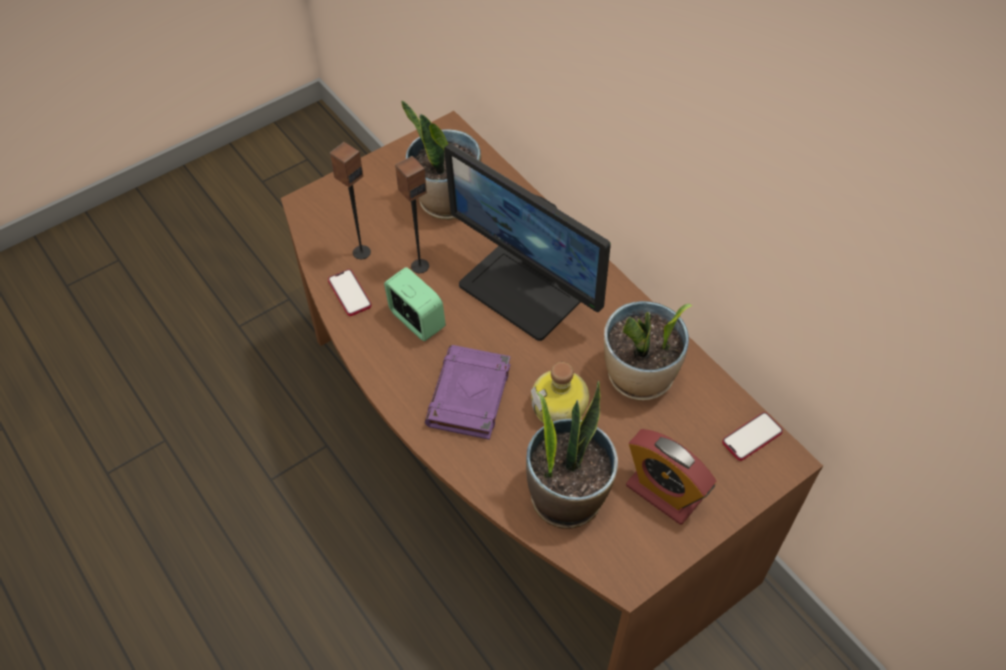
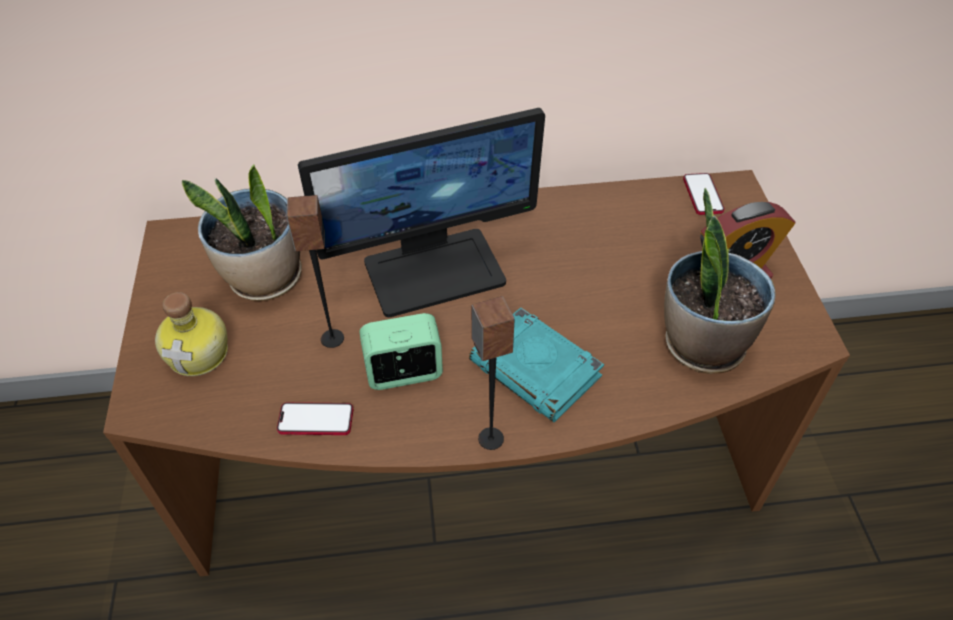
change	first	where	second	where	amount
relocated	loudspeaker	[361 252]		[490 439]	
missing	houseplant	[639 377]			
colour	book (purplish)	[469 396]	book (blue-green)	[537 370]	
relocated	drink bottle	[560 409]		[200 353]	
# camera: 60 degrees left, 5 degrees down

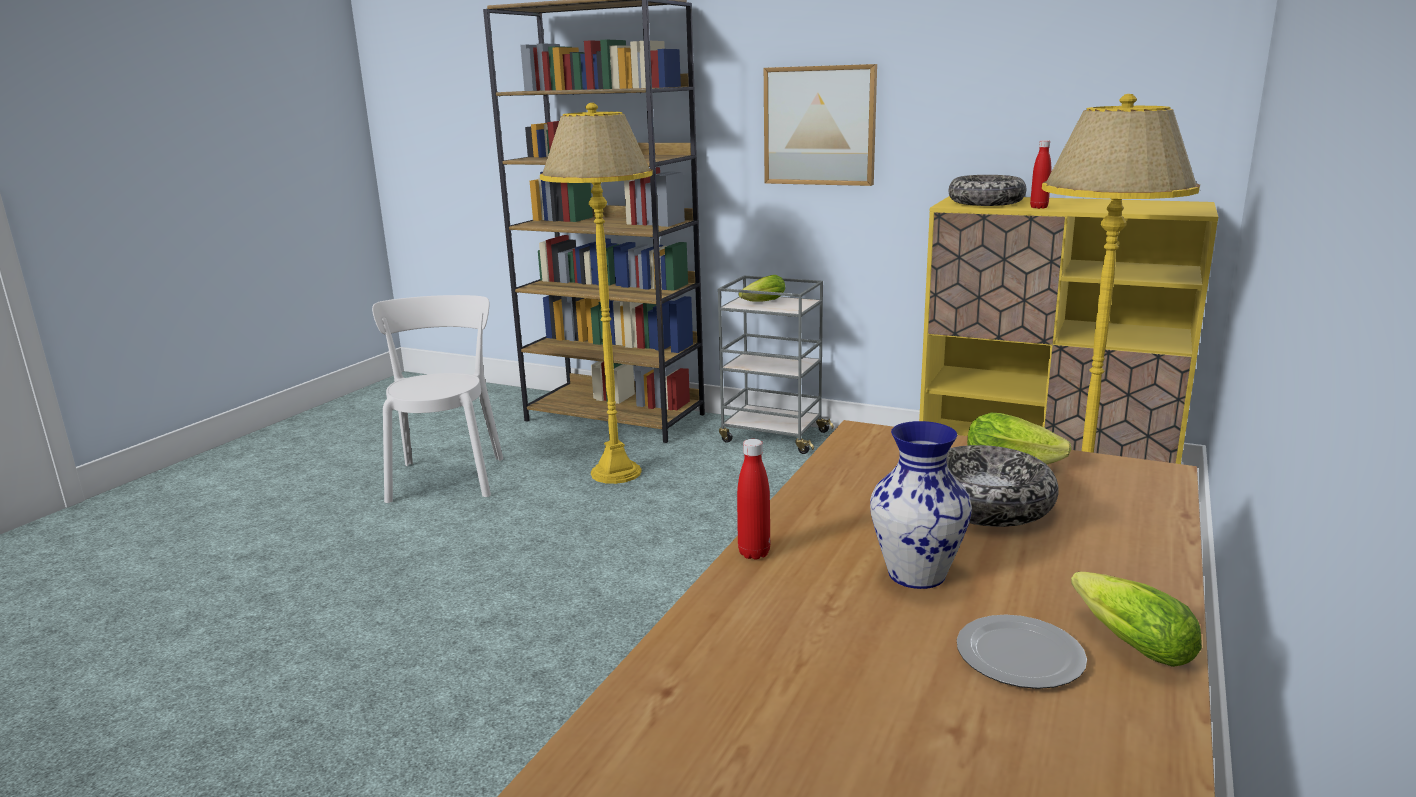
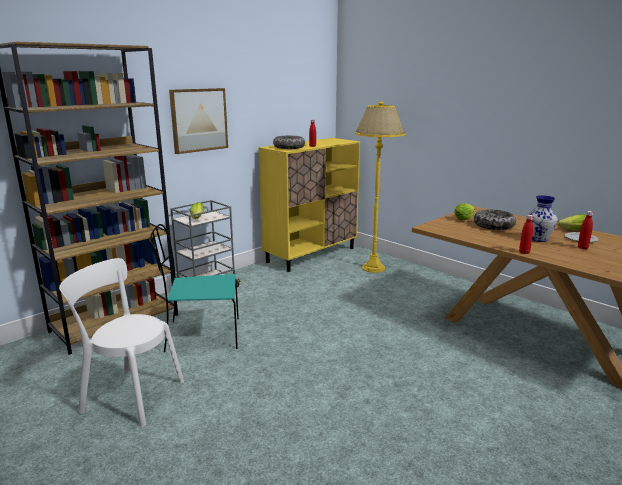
change	first	where	second	where	amount
exchanged	standing lamp (yellow-coloured)	[616 473]	upright chair (blue-green)	[201 335]	
appeared			drink bottle (red)	[582 248]	
# camera: 70 degrees left, 0 degrees up

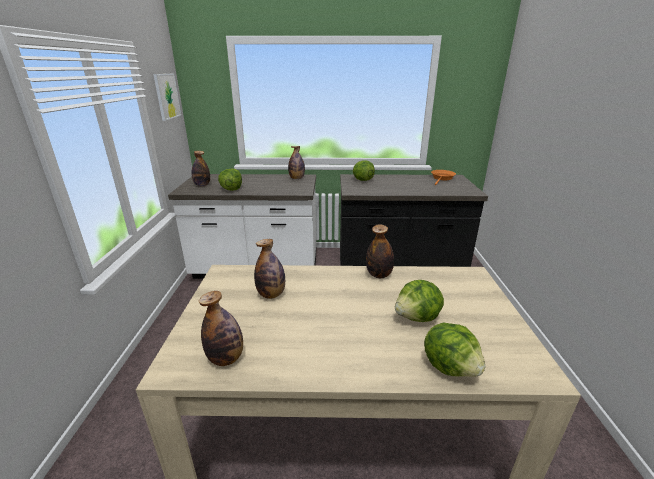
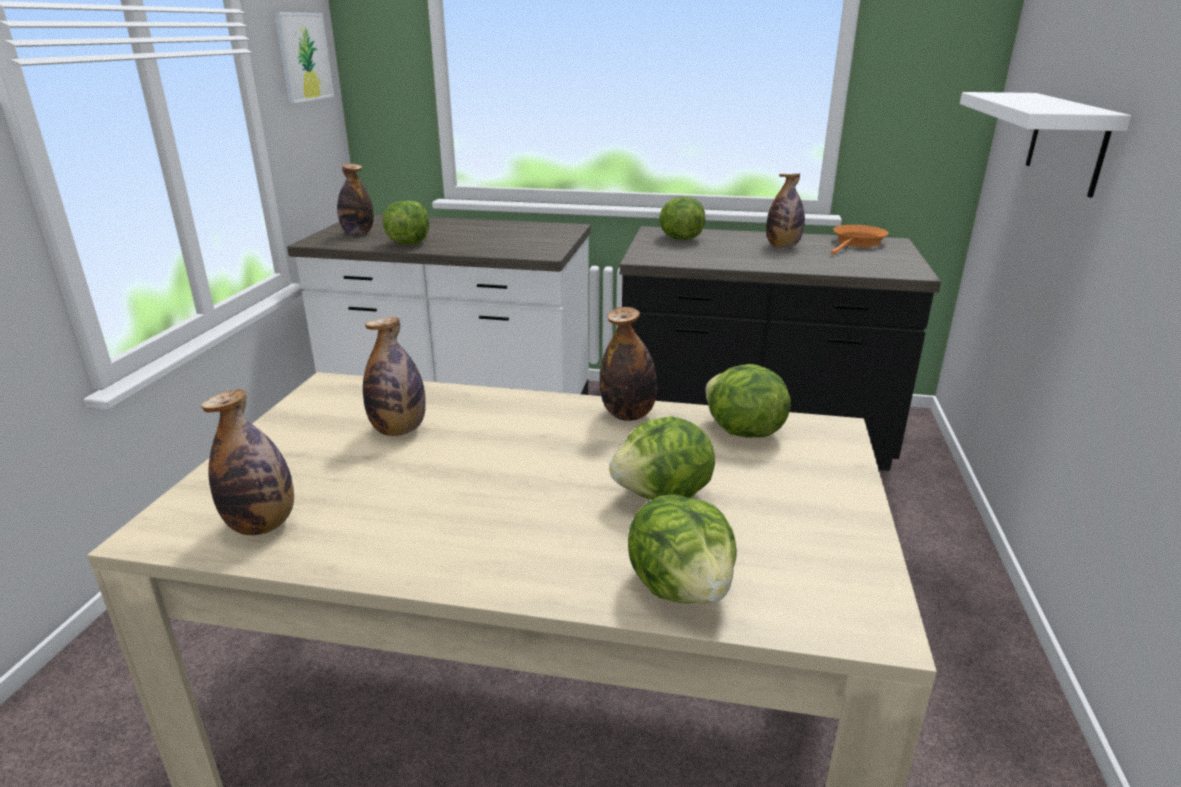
change	first	where	second	where	amount
relocated	drink bottle	[296 178]		[782 246]	
appeared			shelf (white)	[1066 141]	
appeared			lettuce head	[742 432]	
# camera: 10 degrees right, 0 degrees up

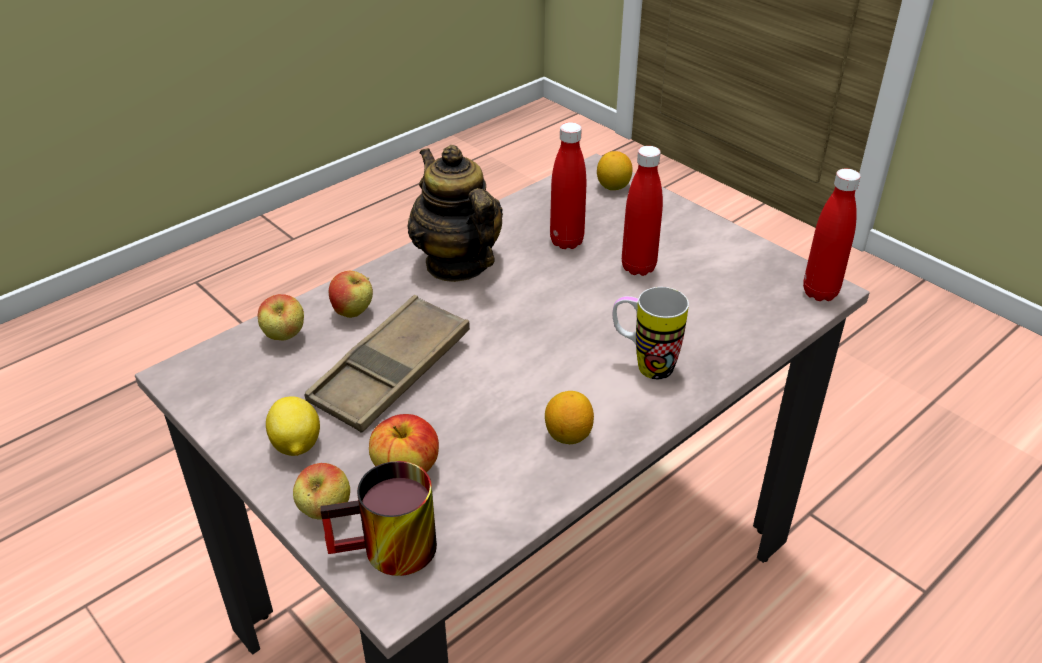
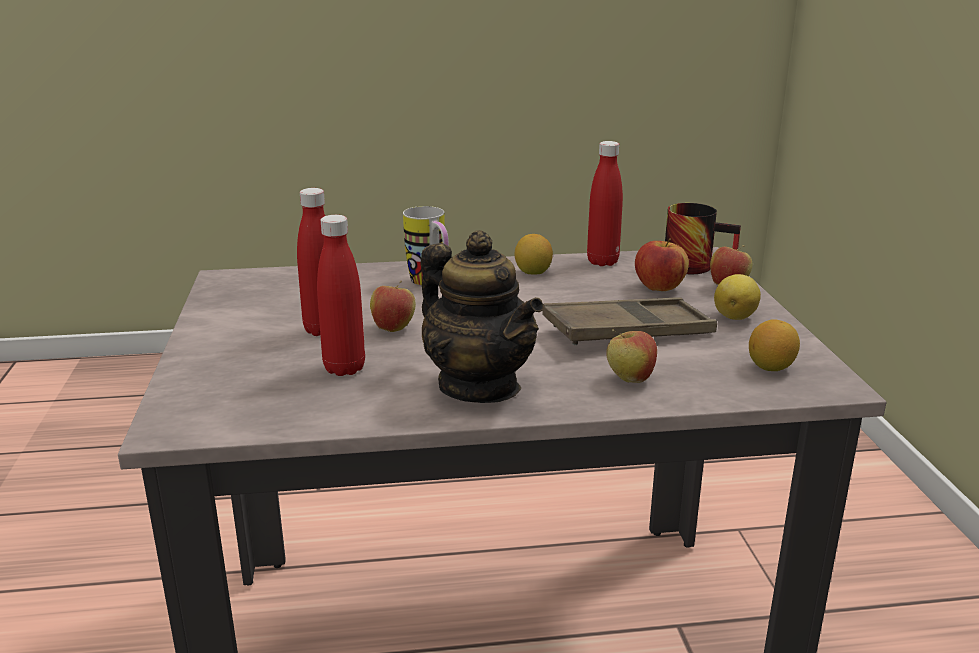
change	first	where	second	where	amount
spun	teapot	[457 263]		[479 386]	45 degrees counterclockwise
relocated	citrus fruit	[613 187]		[770 367]	
relocated	drink bottle (red)	[820 292]		[602 262]	
relocated	apple fruit	[285 337]		[393 328]	
# camera: 145 degrees left, 15 degrees down

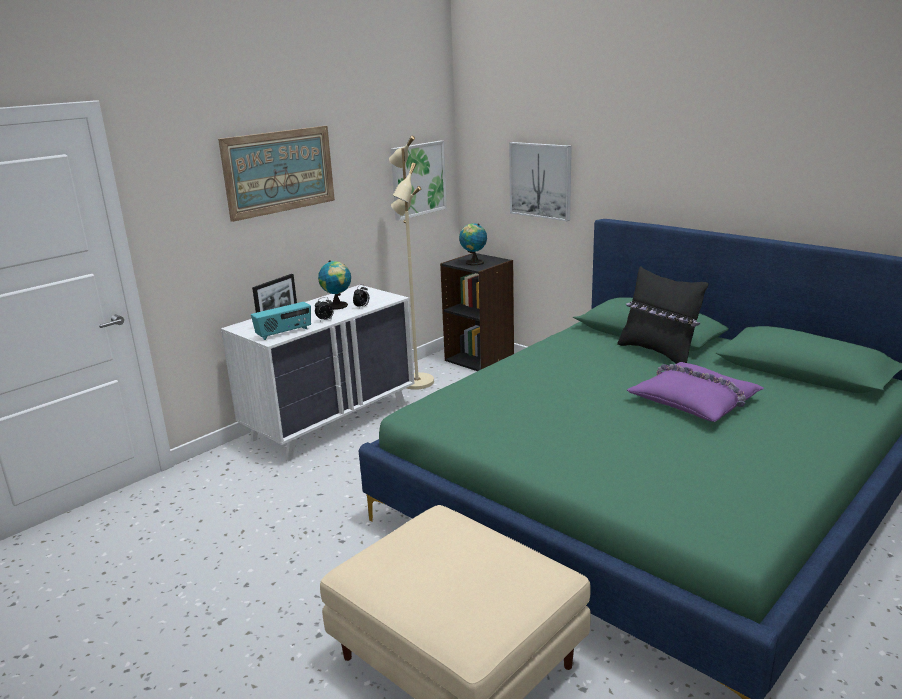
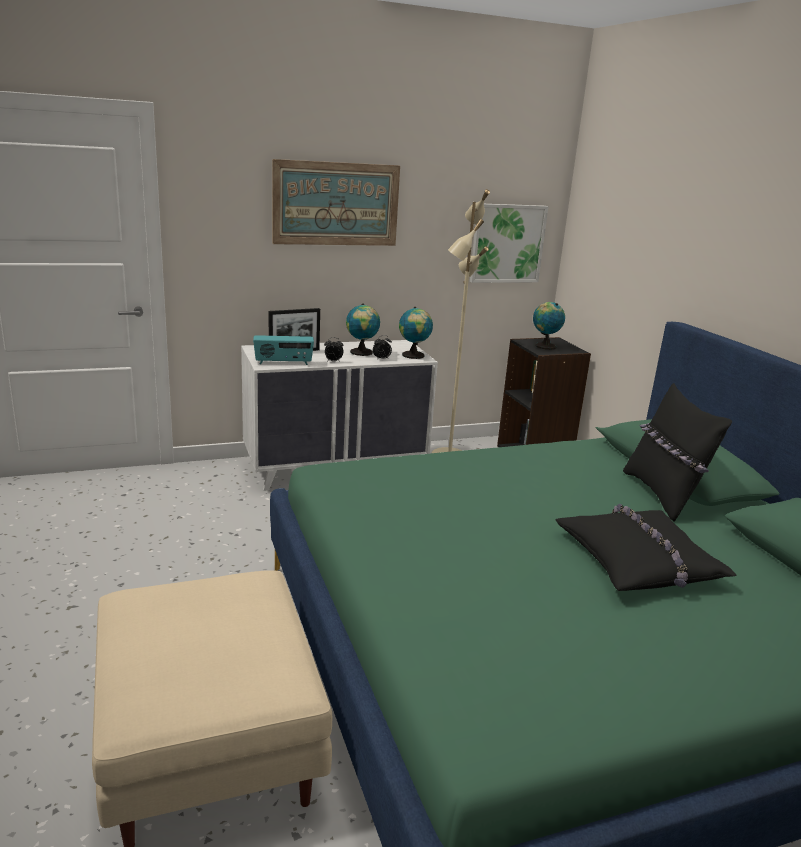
change	first	where	second	where	amount
missing	wall picture	[540 180]			
colour	throw pillow (purplish)	[695 401]	throw pillow (blackish)	[639 562]	
appeared			desk globe	[414 356]	
# camera: 25 degrees right, 0 degrees up

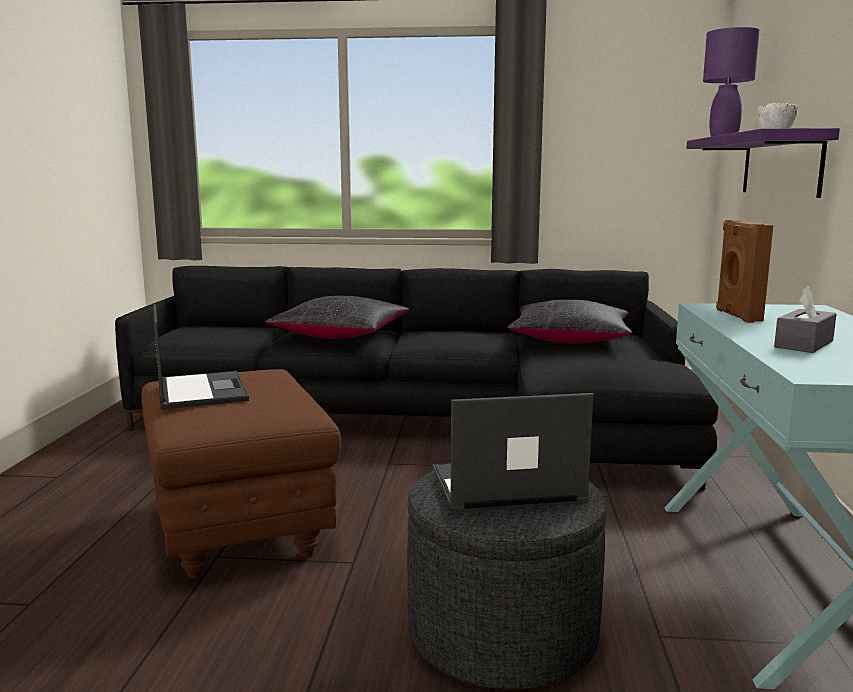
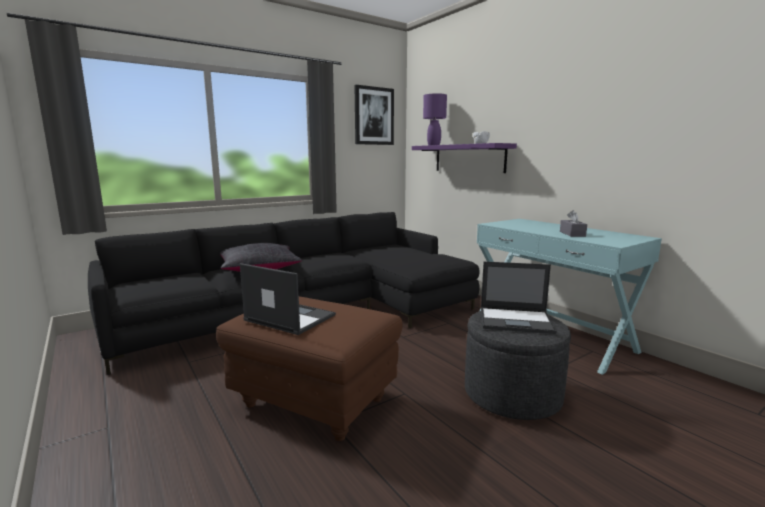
change	first	where	second	where	amount
missing	loudspeaker (brown-coloured)	[737 316]			
missing	throw pillow (blackish)	[570 339]			
spun	laptop	[504 486]		[516 320]	120 degrees counterclockwise
appeared			wall picture	[374 116]	
# camera: 40 degrees left, 0 degrees up

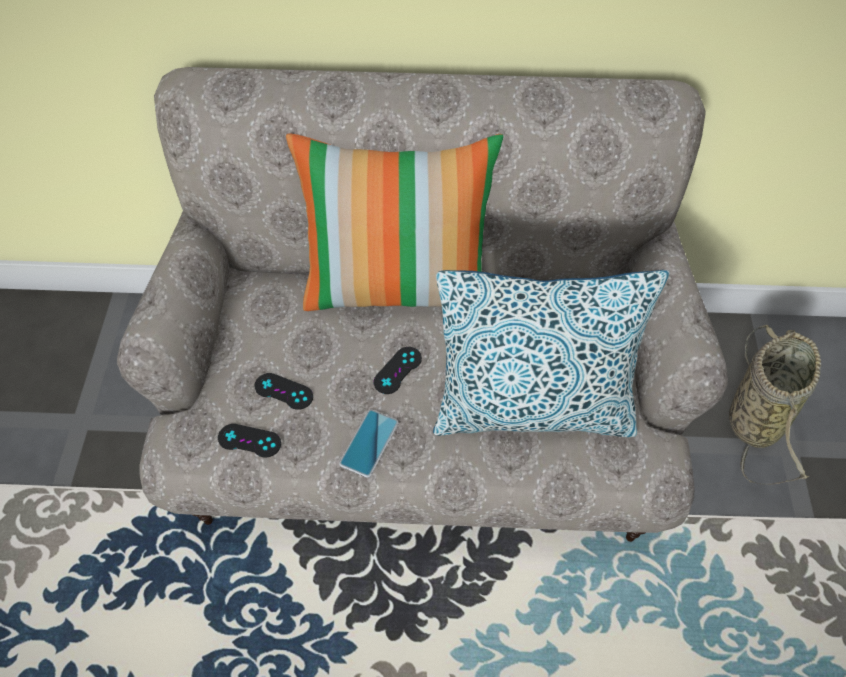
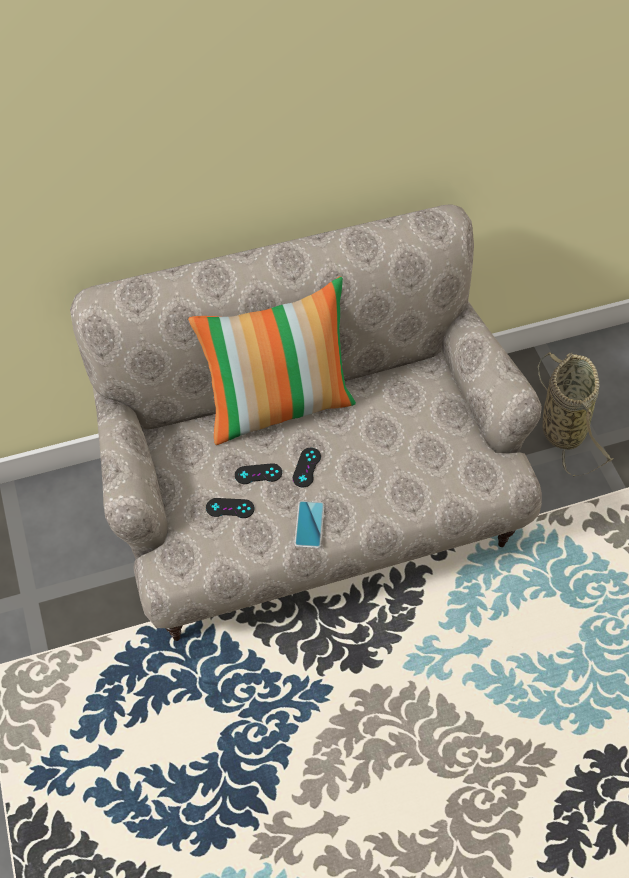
change	first	where	second	where	amount
missing	throw pillow	[532 409]			
relocated	gamepad (blackish)	[249 440]		[258 474]	
# camera: 20 degrees left, 0 degrees up

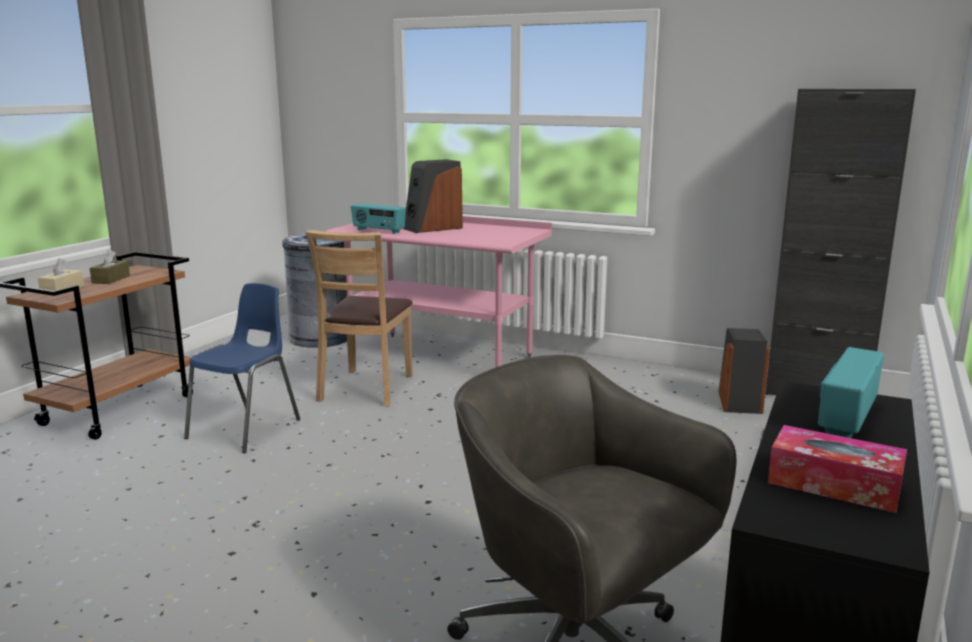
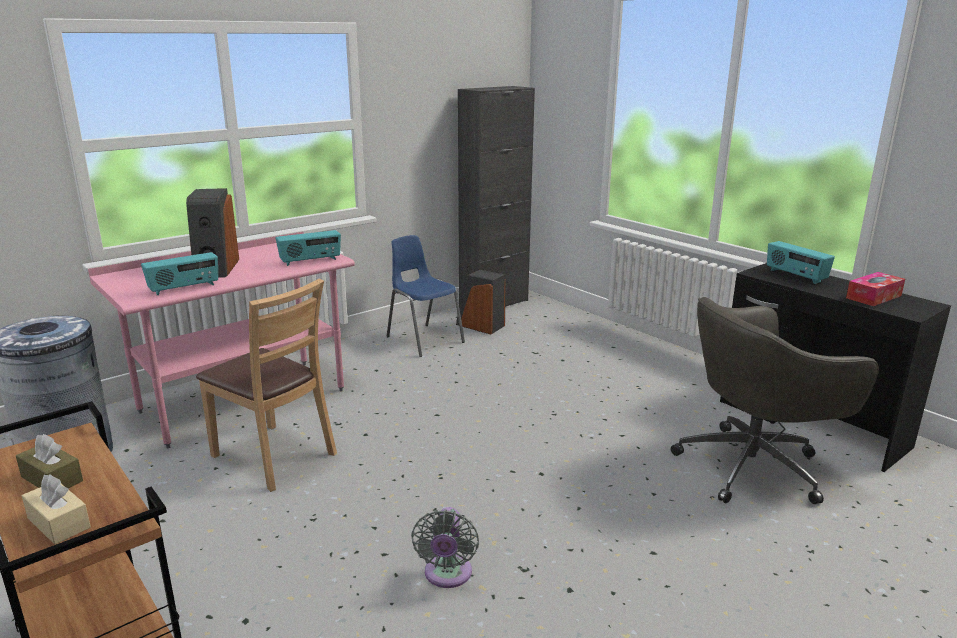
change	first	where	second	where	amount
relocated	upright chair (bluish)	[246 429]		[424 339]	
appeared			radio	[310 261]	
appeared			fan (greyish)	[447 575]	
# camera: 65 degrees left, 5 degrees up

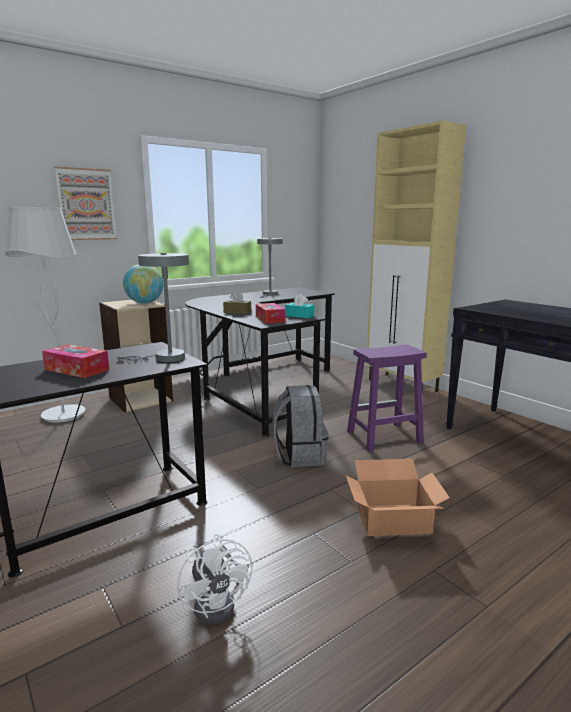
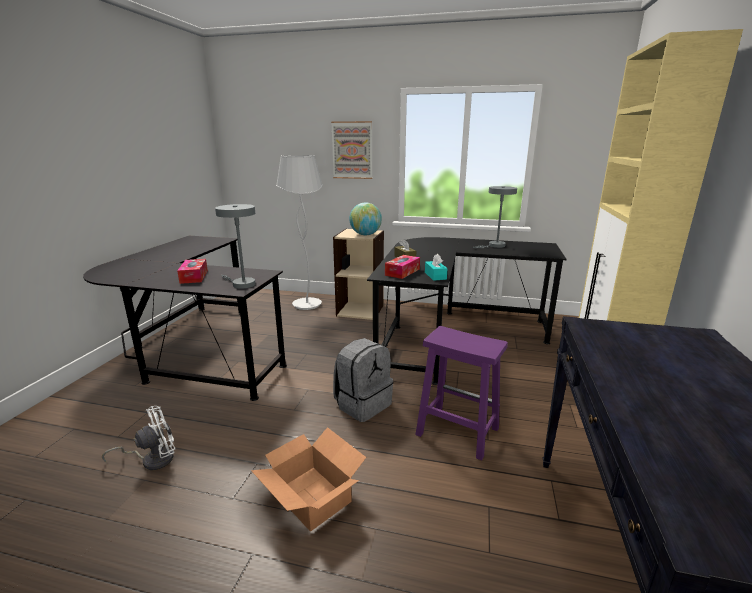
change	first	where	second	where	amount
spun	fan (white)	[219 602]		[153 459]	150 degrees counterclockwise
# camera: 50 degrees right, 5 degrees up

